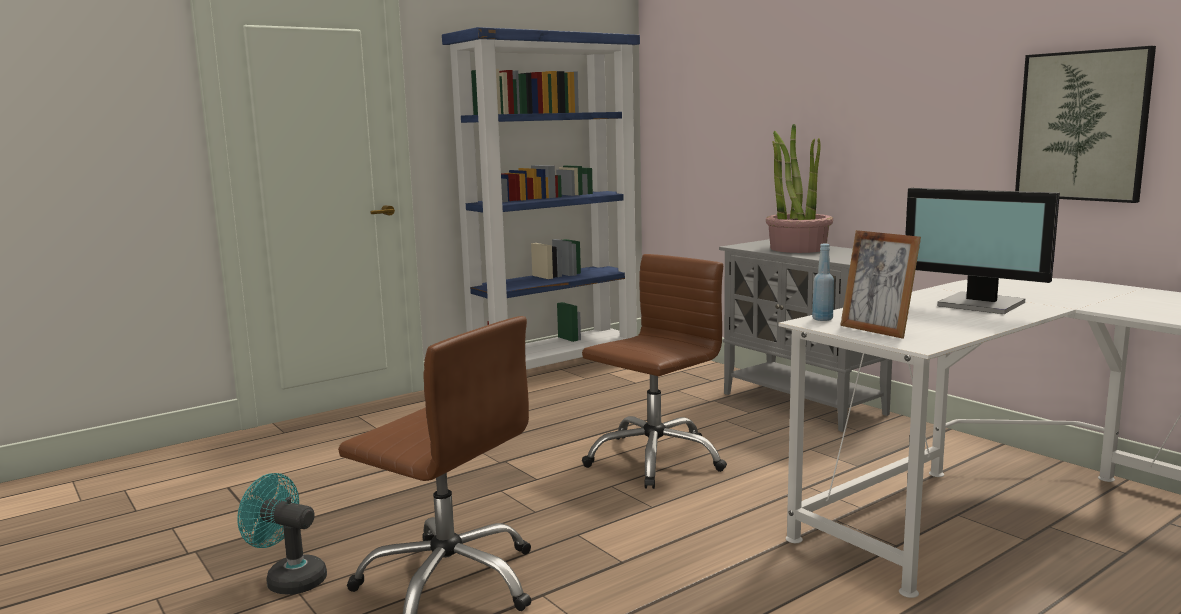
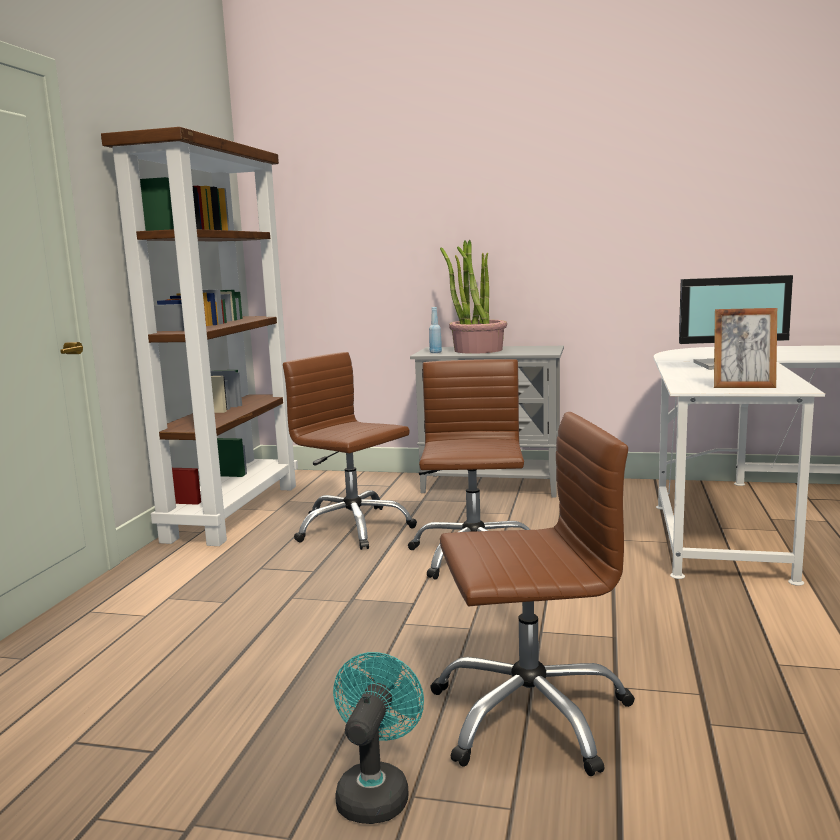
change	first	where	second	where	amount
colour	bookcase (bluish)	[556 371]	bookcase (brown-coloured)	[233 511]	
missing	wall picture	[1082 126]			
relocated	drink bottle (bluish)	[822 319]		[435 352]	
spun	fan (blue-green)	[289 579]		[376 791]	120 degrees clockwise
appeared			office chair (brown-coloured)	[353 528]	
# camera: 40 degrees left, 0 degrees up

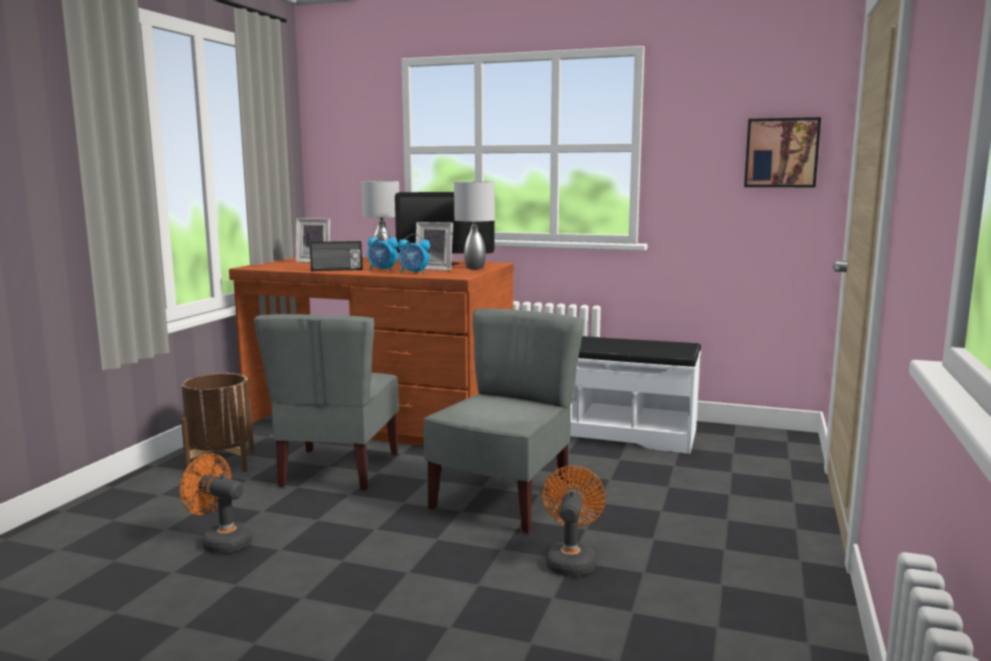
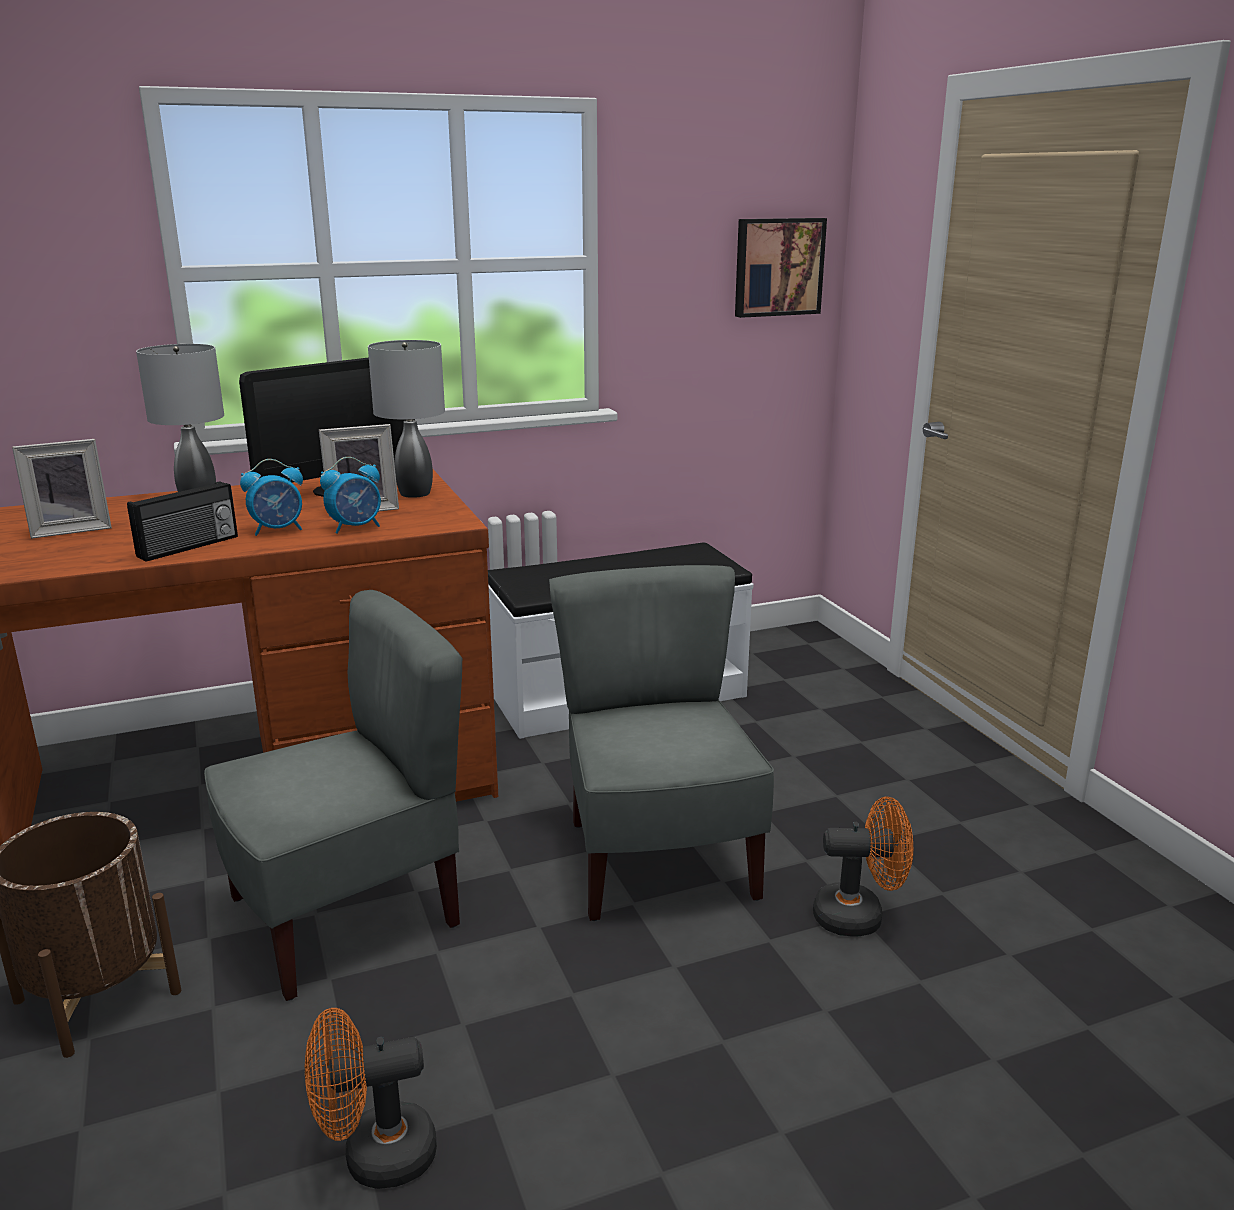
change	first	where	second	where	amount
spun	upright chair (greyish)	[338 470]		[347 915]	90 degrees counterclockwise
spun	fan (orangey)	[570 560]		[859 916]	120 degrees clockwise
# camera: 40 degrees left, 10 degrees up

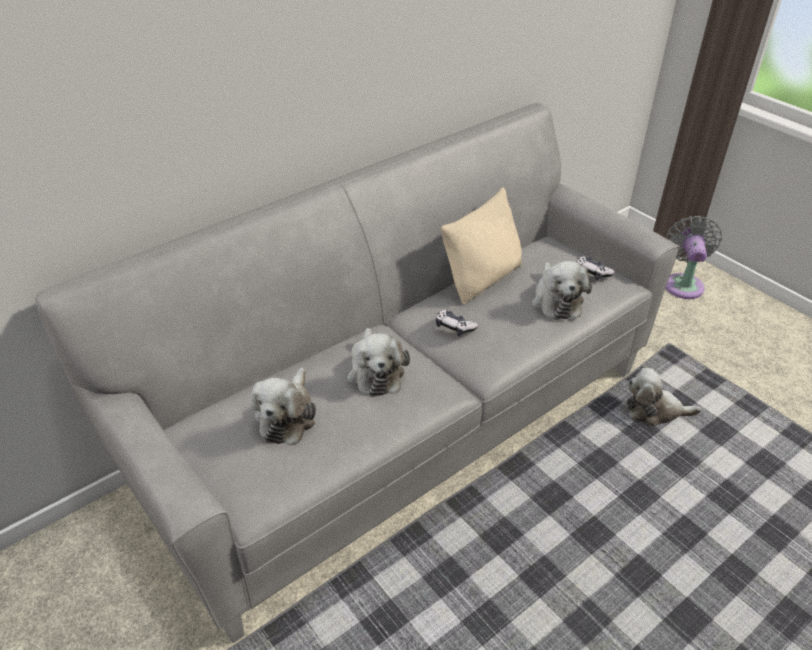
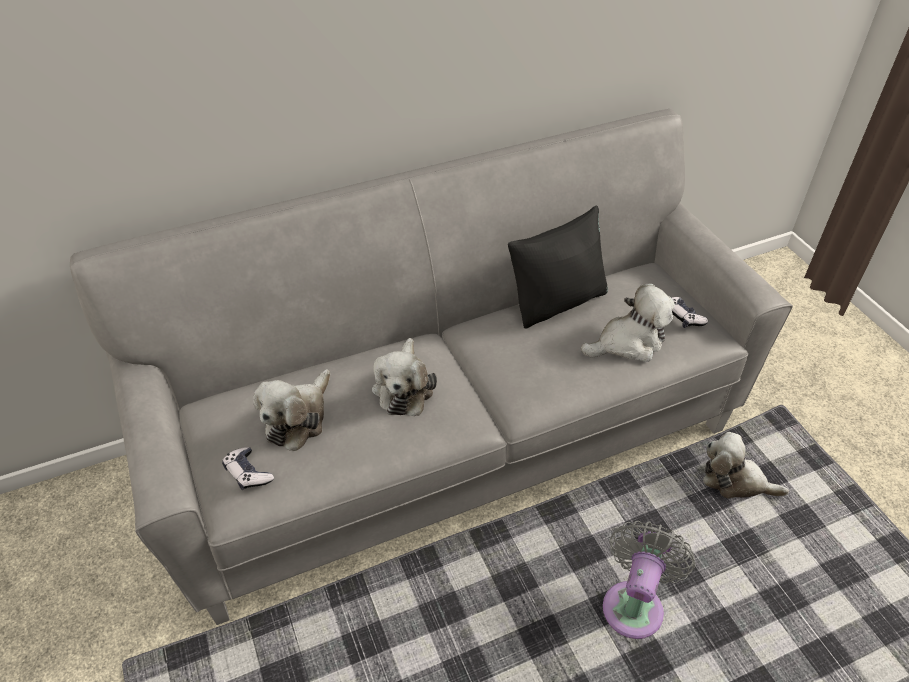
change	first	where	second	where	amount
colour	throw pillow (sand-coloured)	[482 278]	throw pillow (blackish)	[558 301]	
relocated	fan (greyish)	[683 284]		[634 603]	
spun	plush toy	[556 300]		[628 342]	120 degrees counterclockwise
relocated	gamepad	[454 327]		[248 473]	
# camera: 15 degrees right, 5 degrees up

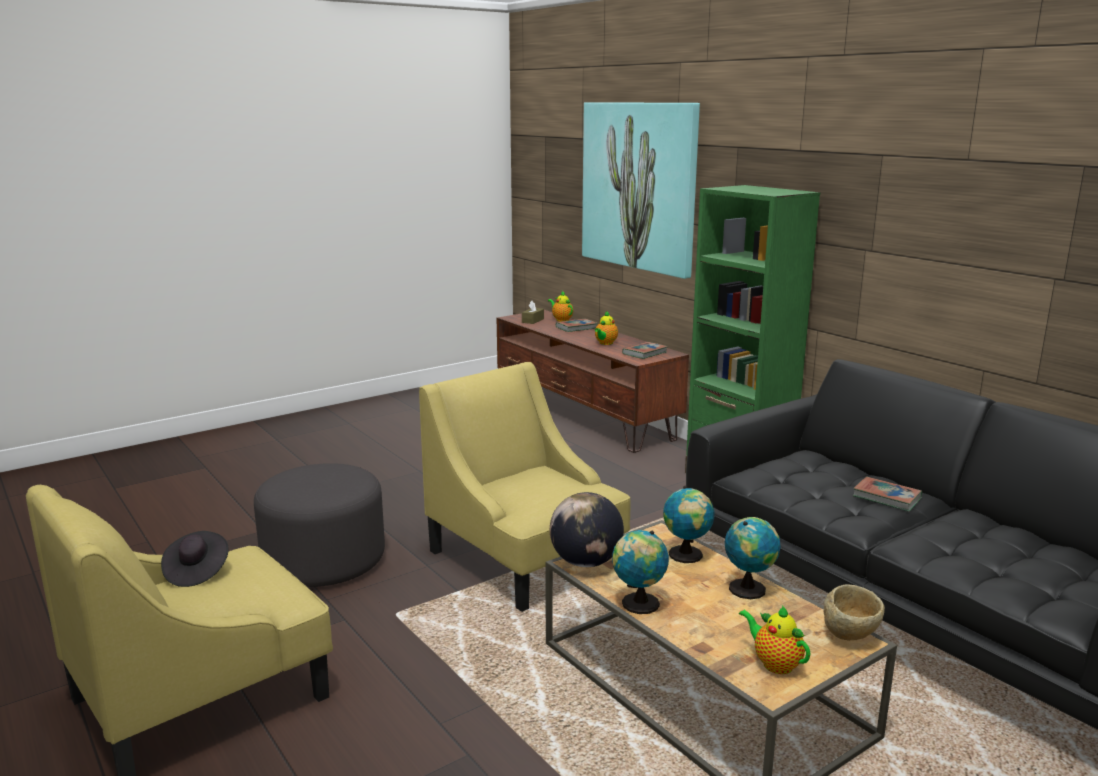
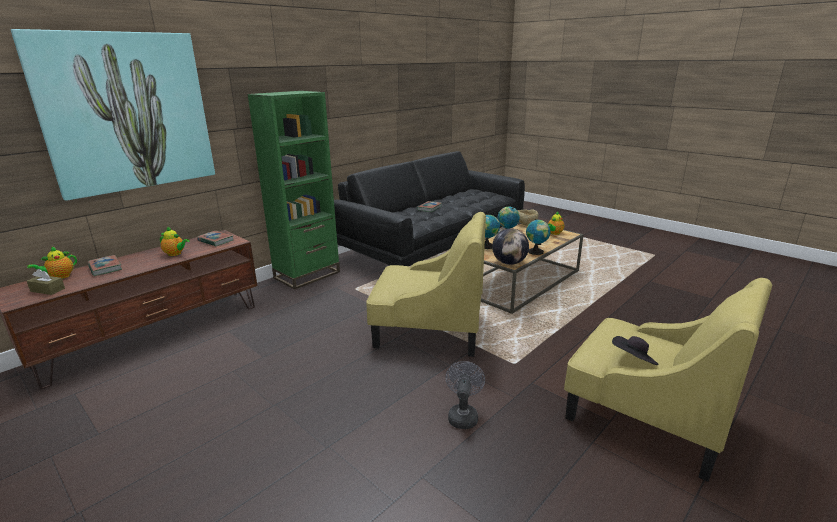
change	first	where	second	where	amount
spun	lounge chair (yellow-coloured)	[525 559]		[428 330]	120 degrees counterclockwise
exchanged	pouffe (greyish)	[324 560]	fan (greyish)	[463 415]	
# camera: 100 degrees left, 5 degrees up

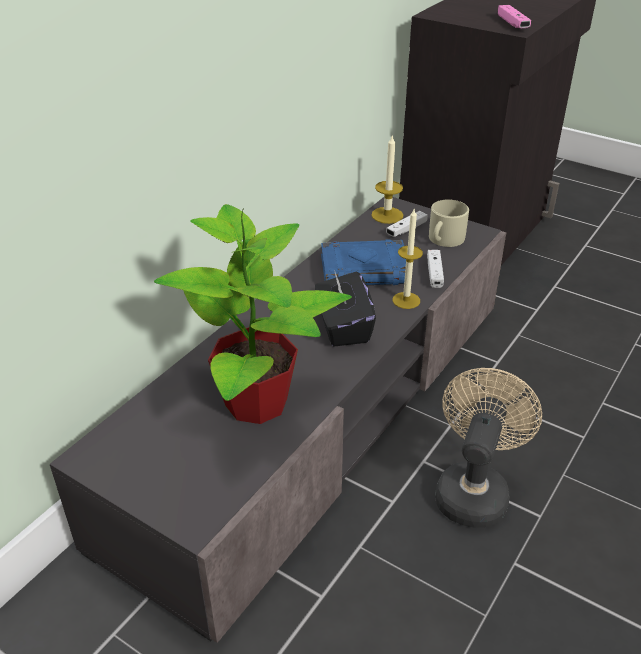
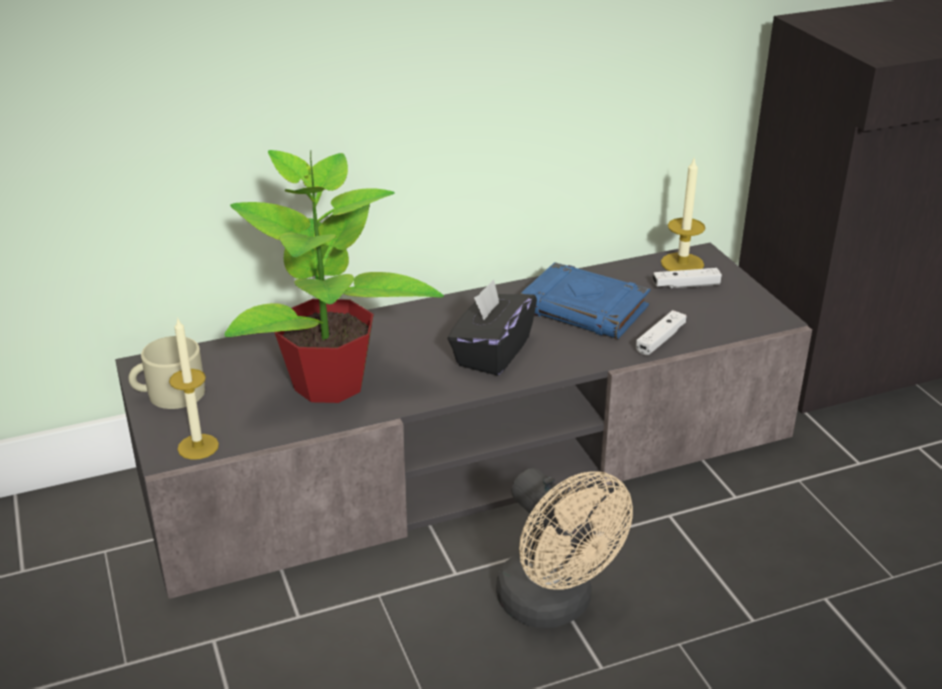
change	first	where	second	where	amount
missing	gamepad (pink-coloured)	[512 24]			
relocated	mug (sand-coloured)	[444 239]		[169 394]	
relocated	candle	[406 300]		[198 446]	
spun	fan (sand-coloured)	[473 489]		[554 605]	90 degrees clockwise
# camera: 35 degrees right, 5 degrees down

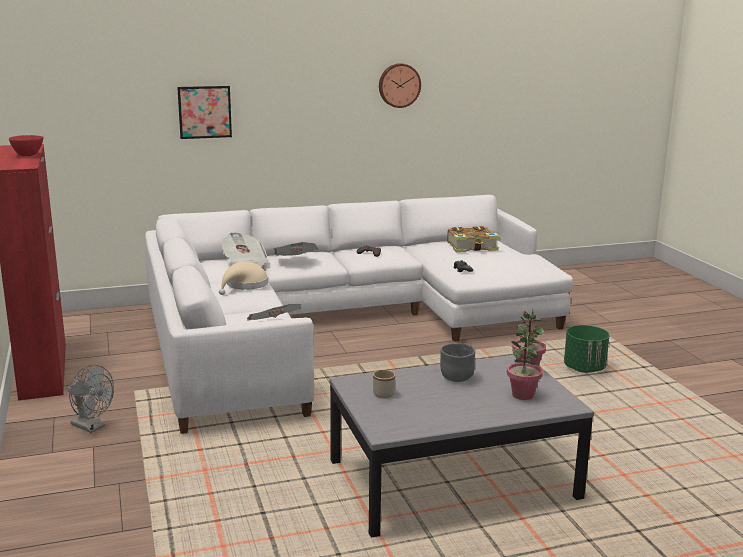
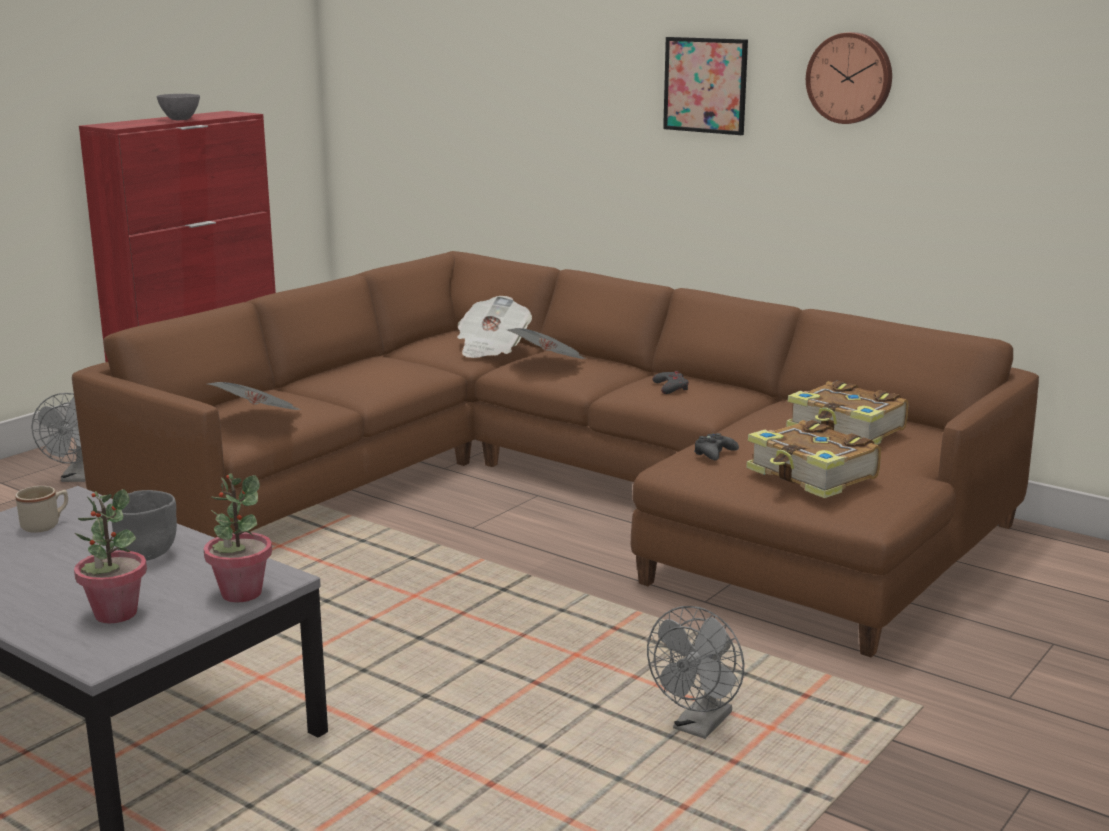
change	first	where	second	where	amount
relocated	wall picture	[204 112]		[705 85]	
colour	deep dish (red)	[28 155]	deep dish (greyish)	[181 120]	
colour	sofa (white)	[337 325]	sofa (brown-coloured)	[566 492]	
missing	hat (sand-coloured)	[245 285]			
exchanged	flower pot (greenish)	[584 369]	fan (greyish)	[698 727]	
appeared			book	[812 476]	
# camera: 55 degrees right, 0 degrees up

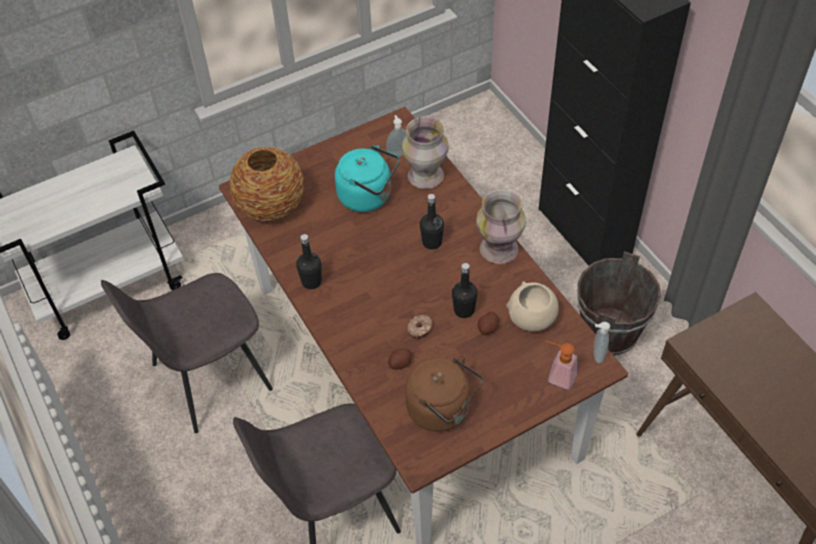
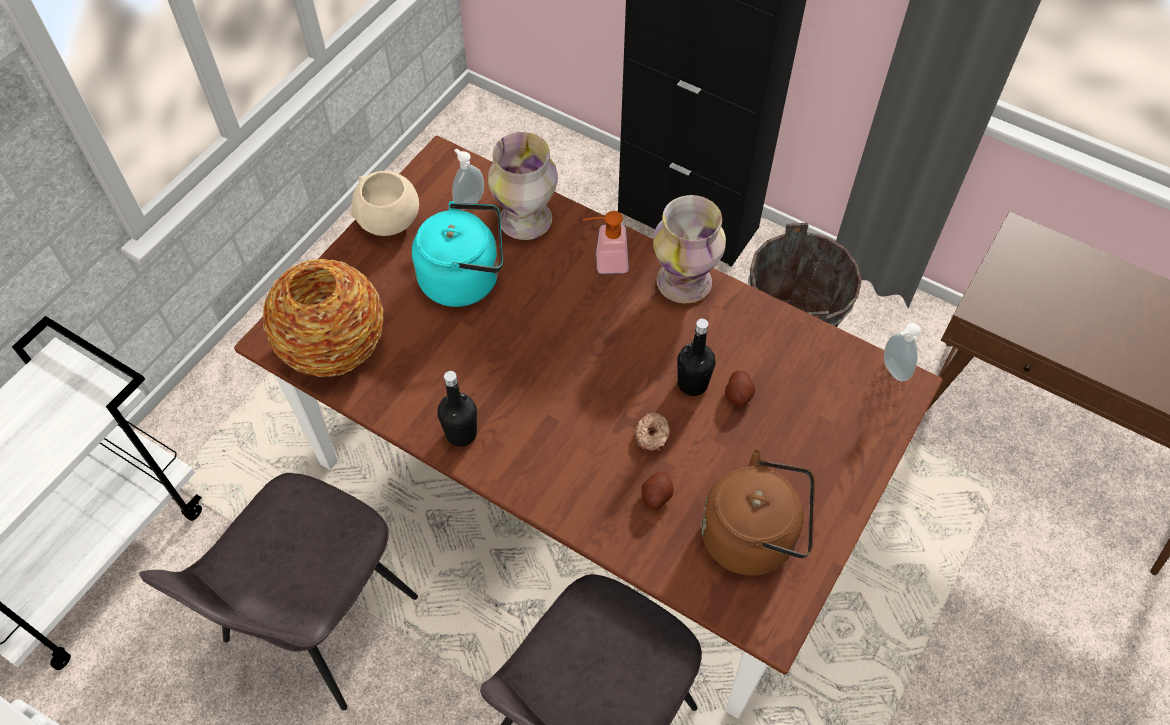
change	first	where	second	where	amount
missing	drink bottle (blackish)	[432 242]			
relocated	deep dish (sand-coloured)	[532 319]		[389 221]	
relocated	soap dispenser	[557 376]		[605 262]	
# camera: 30 degrees left, 5 degrees up

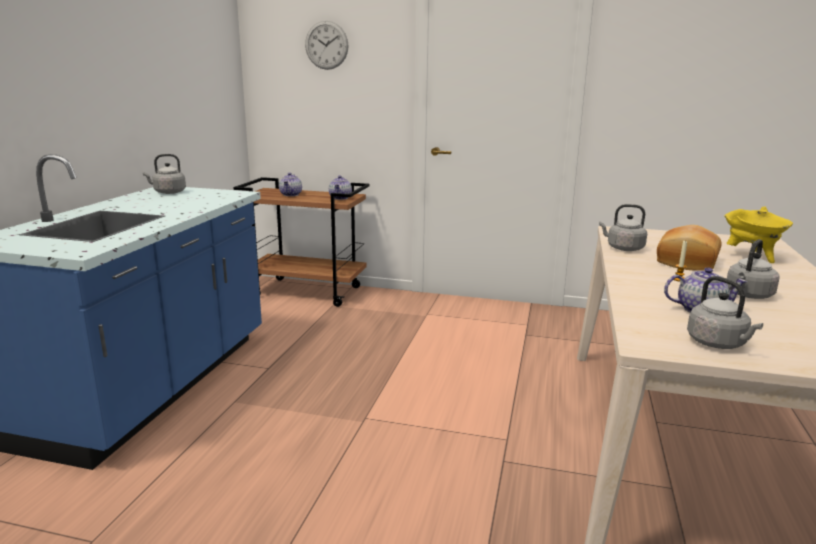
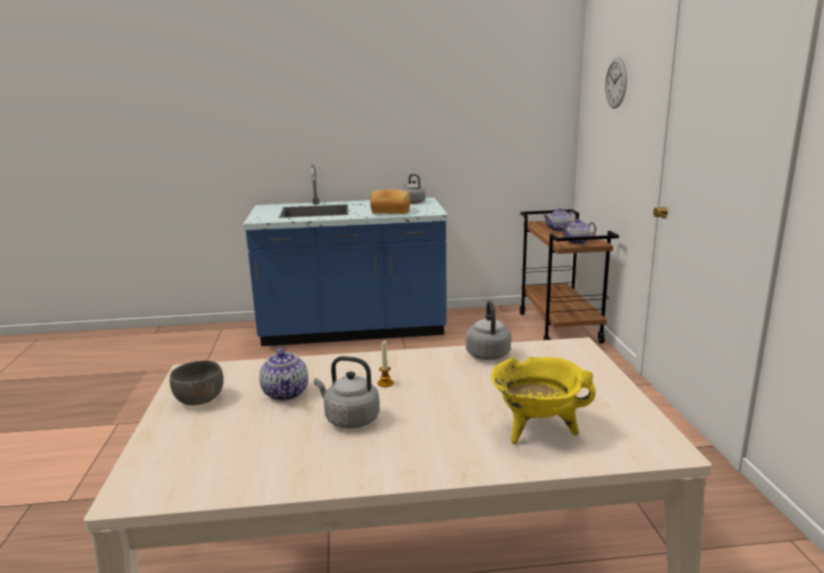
change	first	where	second	where	amount
relocated	baked bread	[685 261]		[390 211]	
exchanged	kettle (greyish)	[718 344]	deep dish (greyish)	[199 399]	
# camera: 70 degrees right, 0 degrees up

